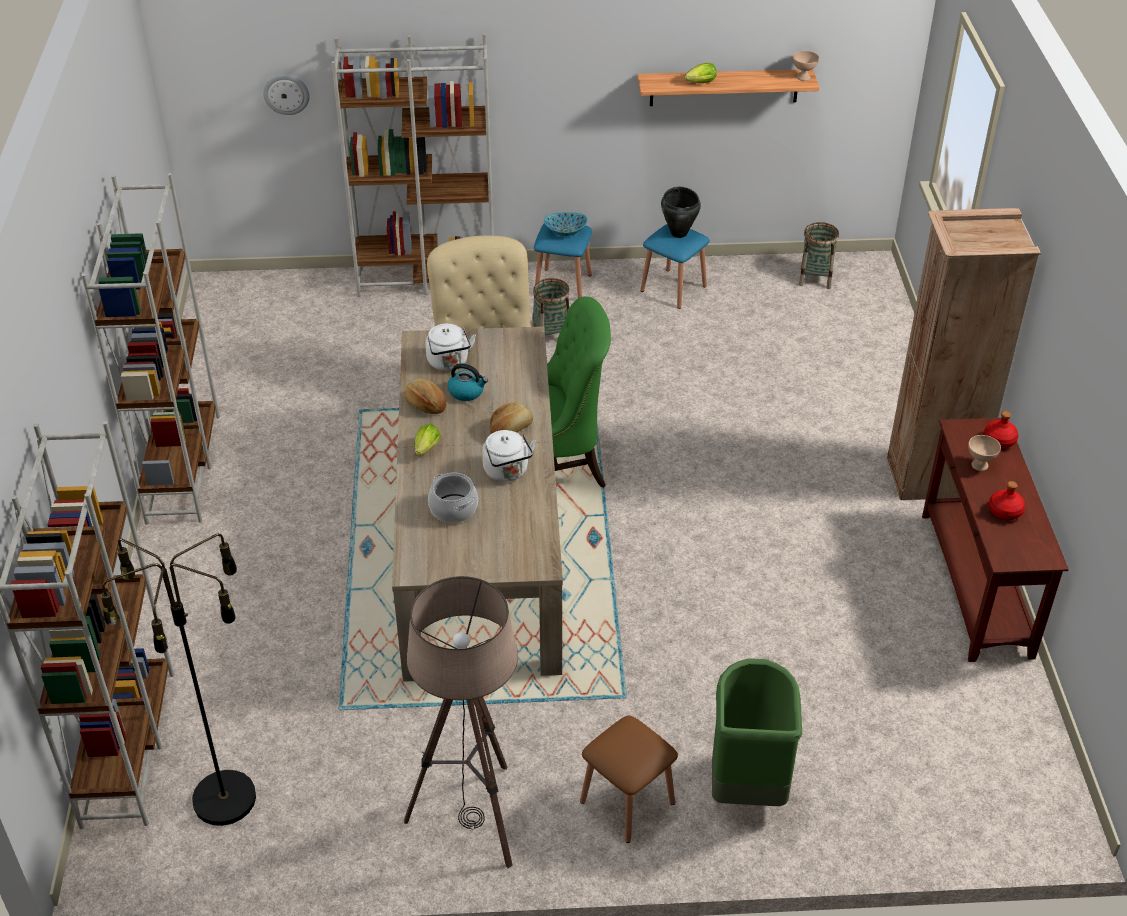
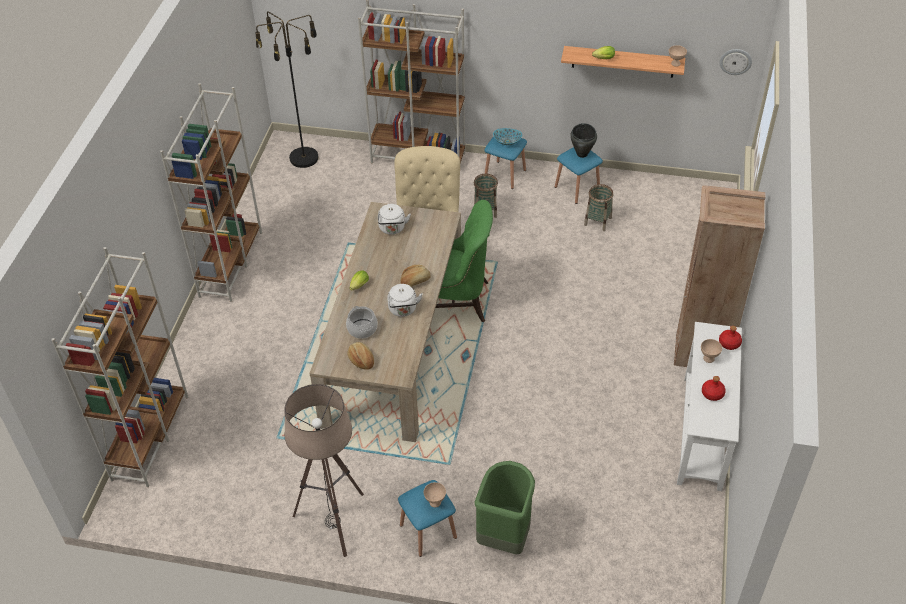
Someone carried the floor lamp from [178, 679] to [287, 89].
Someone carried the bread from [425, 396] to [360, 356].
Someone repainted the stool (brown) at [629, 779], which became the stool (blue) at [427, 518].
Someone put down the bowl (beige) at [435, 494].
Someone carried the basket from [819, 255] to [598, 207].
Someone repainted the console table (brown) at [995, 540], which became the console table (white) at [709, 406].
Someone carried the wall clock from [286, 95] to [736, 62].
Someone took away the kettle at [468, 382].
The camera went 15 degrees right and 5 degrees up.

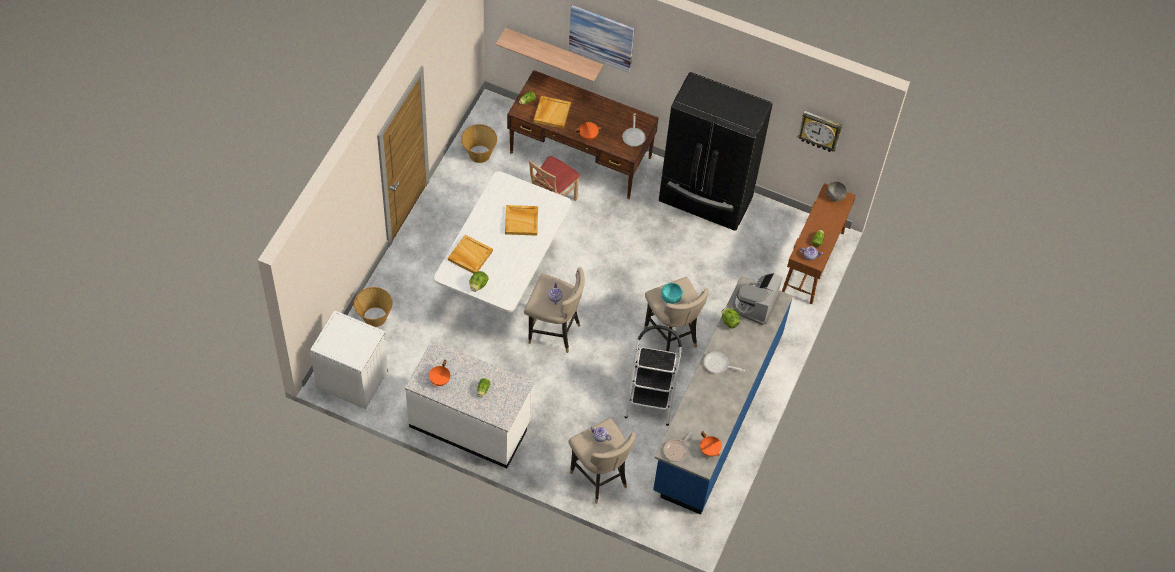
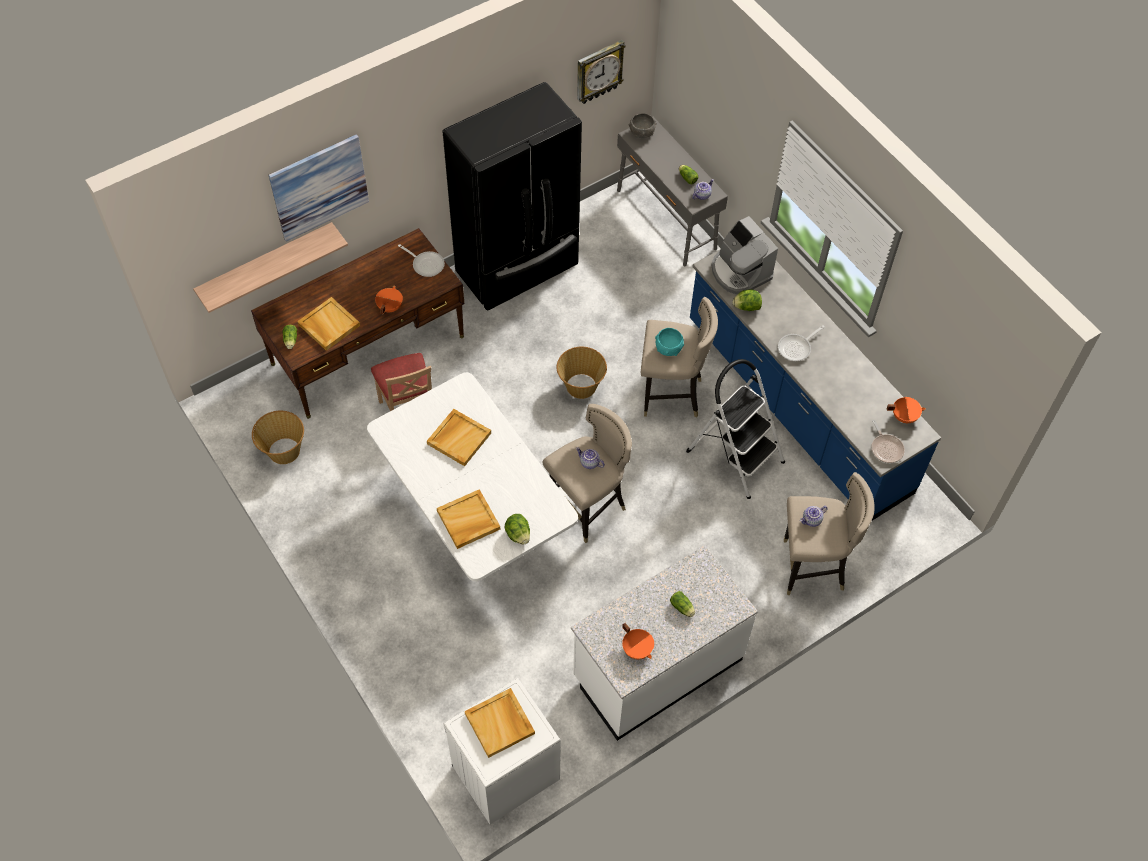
Someone put down the tray (beige) at [500, 723].
Someone carried the basket from [373, 307] to [582, 373].
Someone repainted the console table (brown) at [819, 243], which became the console table (grey) at [672, 191].
The camera went 55 degrees left and 0 degrees up.

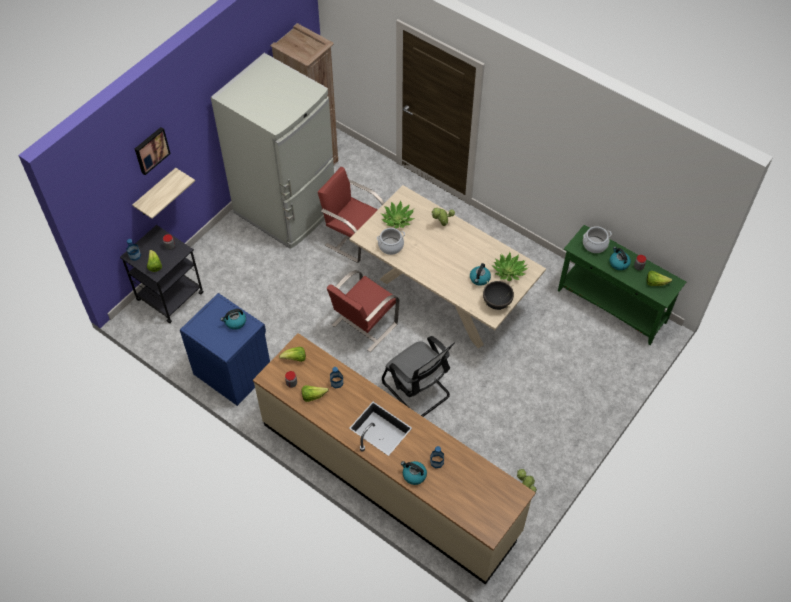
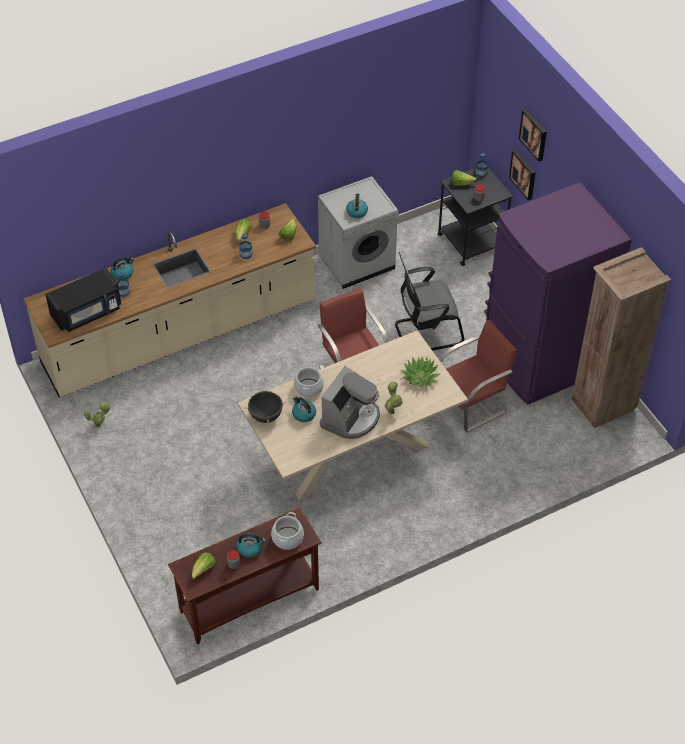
Someone put down the microwave (black) at [83, 300].
Someone repainted the console table (green) at [622, 285], which became the console table (brown) at [245, 576].
Someone carried the cooking pot from [391, 241] to [309, 381].
Someone repainted the washing machine (blue) at [225, 349], which became the washing machine (white) at [358, 232].
Someone put down the coffee machine at [350, 402].
Someone carried the chair from [418, 376] to [429, 301].
Someone repainted the fridge (white) at [272, 151], which became the fridge (purple) at [558, 293].
Someone swapped the shelf at [163, 193] for the picture at [522, 175].
Someone took away the potted plant at [510, 266].
The camera went 115 degrees right and 5 degrees down.

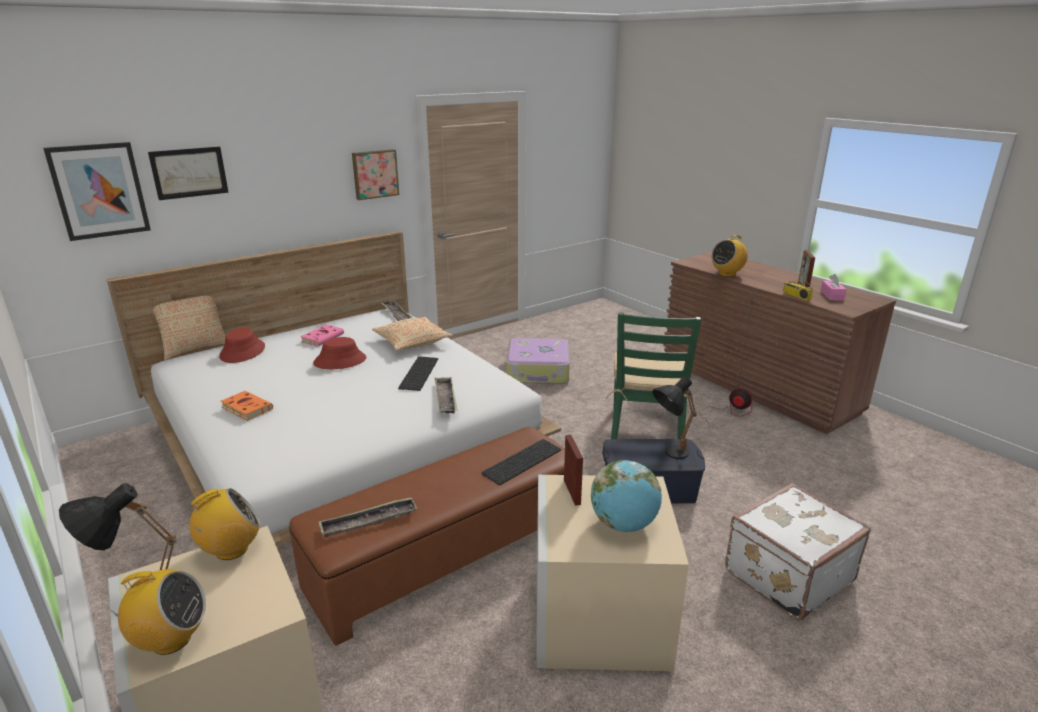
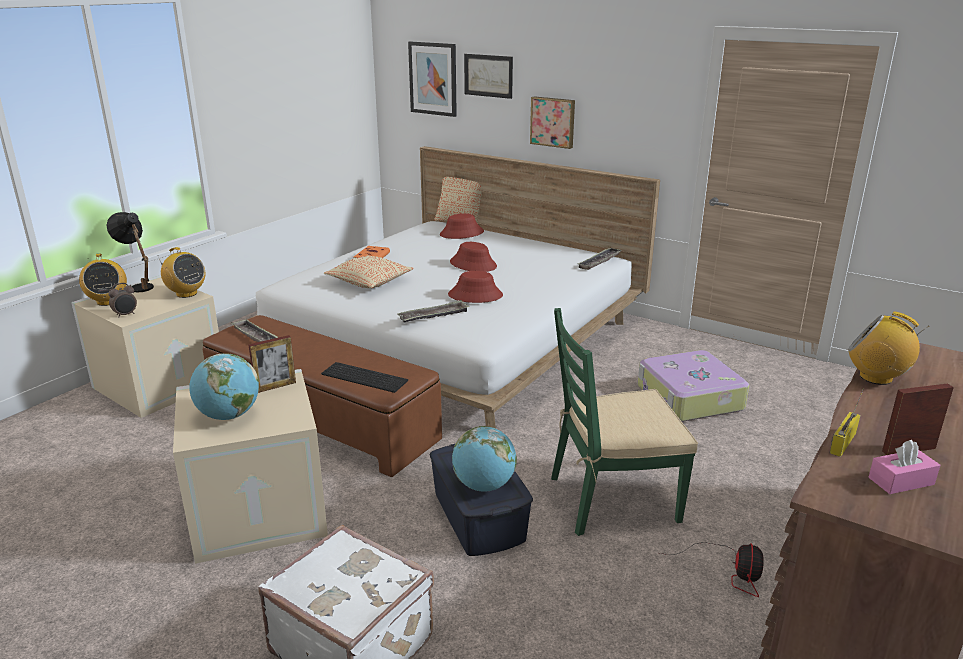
Someone put down the alarm clock at [122, 300].
Someone carried the pillow (beige) from [412, 333] to [369, 271].
Someone swapped the keyboard at [418, 373] for the hat (red) at [475, 287].
Someone swapped the table lamp (black) at [674, 417] for the globe at [484, 459].
Someone carried the picture from [375, 174] to [552, 122].
Someone took away the book (pink) at [322, 335].
The camera went 70 degrees right and 0 degrees up.

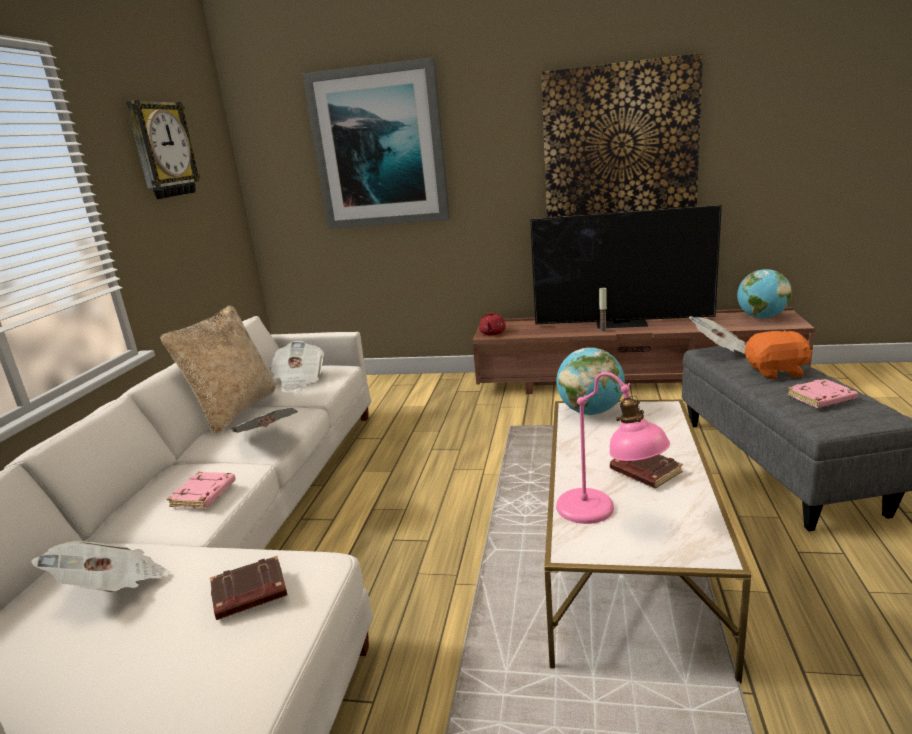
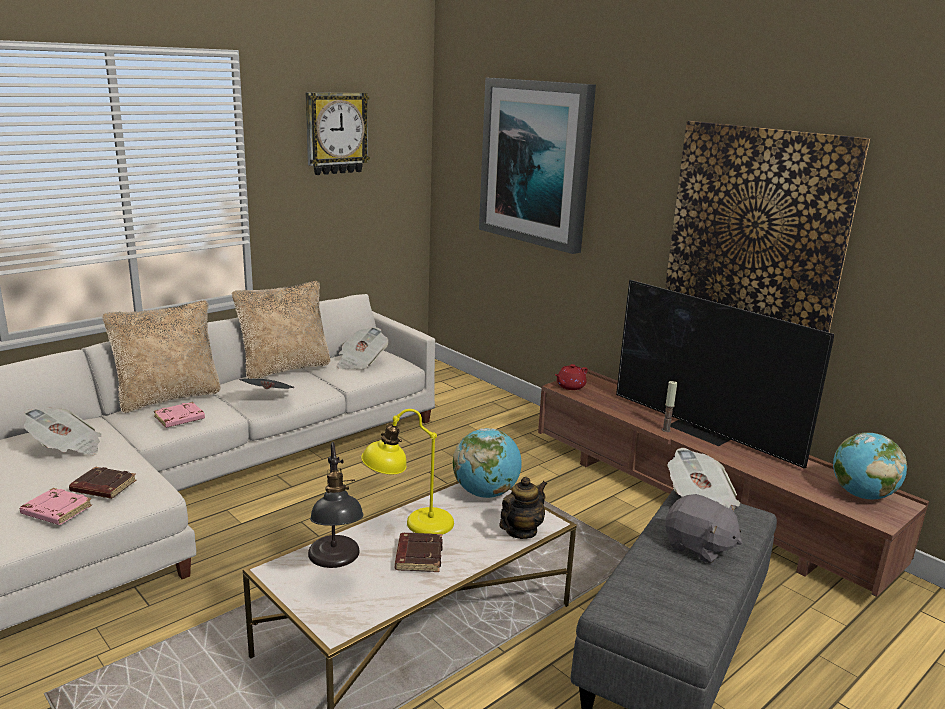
Someone carried the book (pink) from [822, 393] to [56, 506].
Someone put down the pillow (beige) at [161, 356].
Someone repainted the table lamp (pink) at [613, 448], which became the table lamp (grey) at [336, 505].
Someone put down the table lamp (yellow) at [407, 472].
Someone put down the teapot at [523, 508].
Someone repainted the plush toy (orange) at [778, 354], which became the plush toy (grey) at [703, 528].
The camera went 35 degrees right and 0 degrees up.

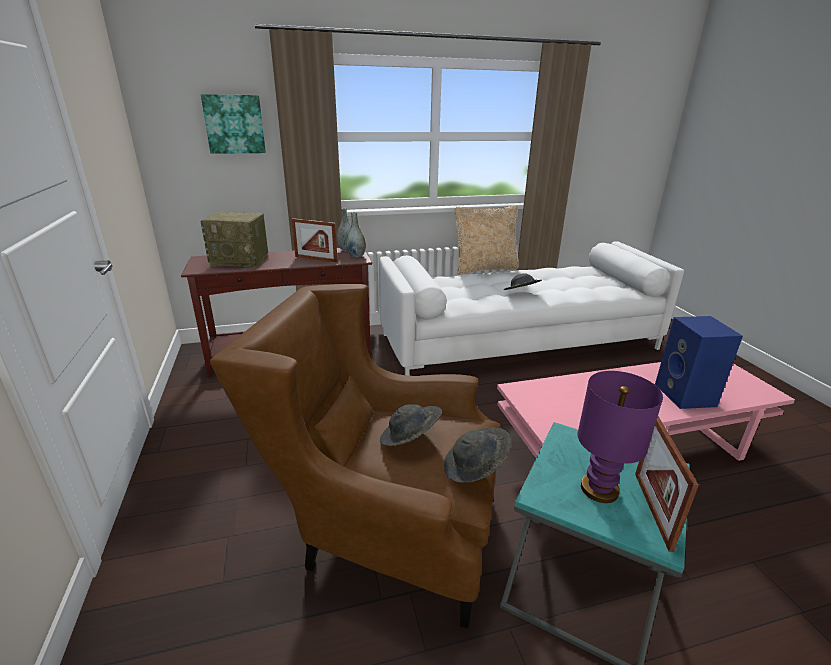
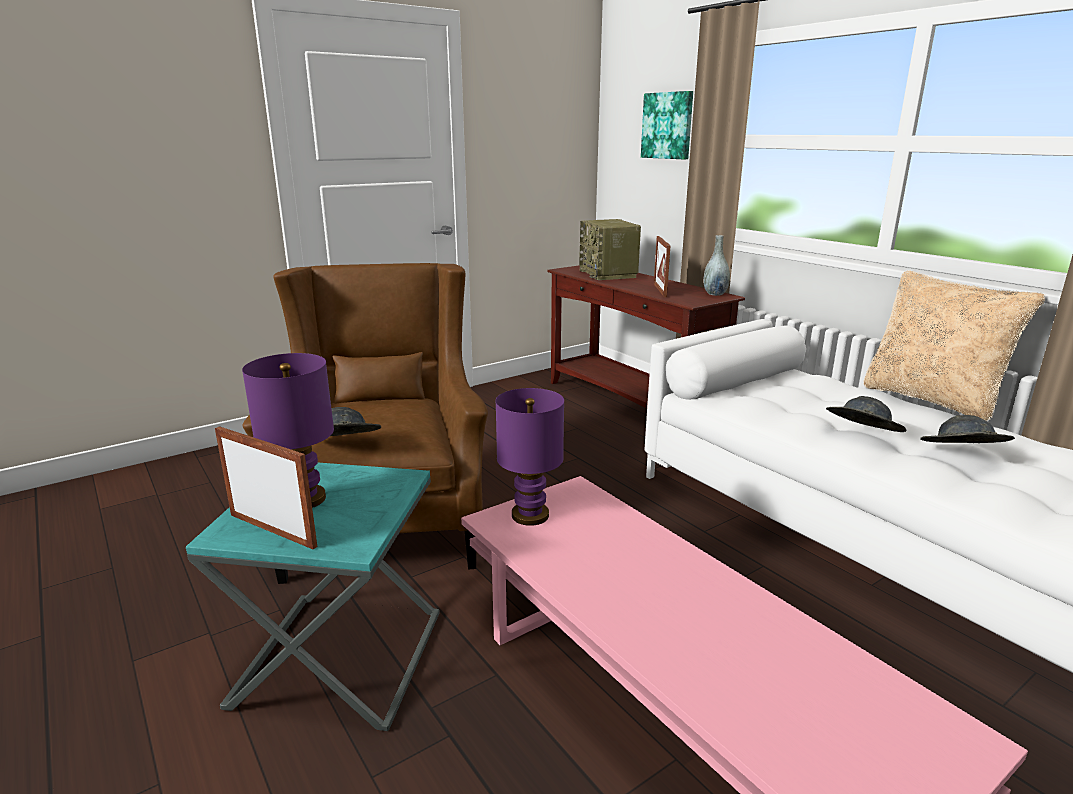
Someone rotated the picture frame at [667, 484] by 45 degrees clockwise.
Someone put down the table lamp (purple) at [530, 457].
Someone carried the hat (grey) from [411, 425] to [967, 429].
Someone took away the vase (grey) at [356, 235].
Someone took away the speaker (blue) at [699, 362].
The camera went 70 degrees right and 5 degrees down.

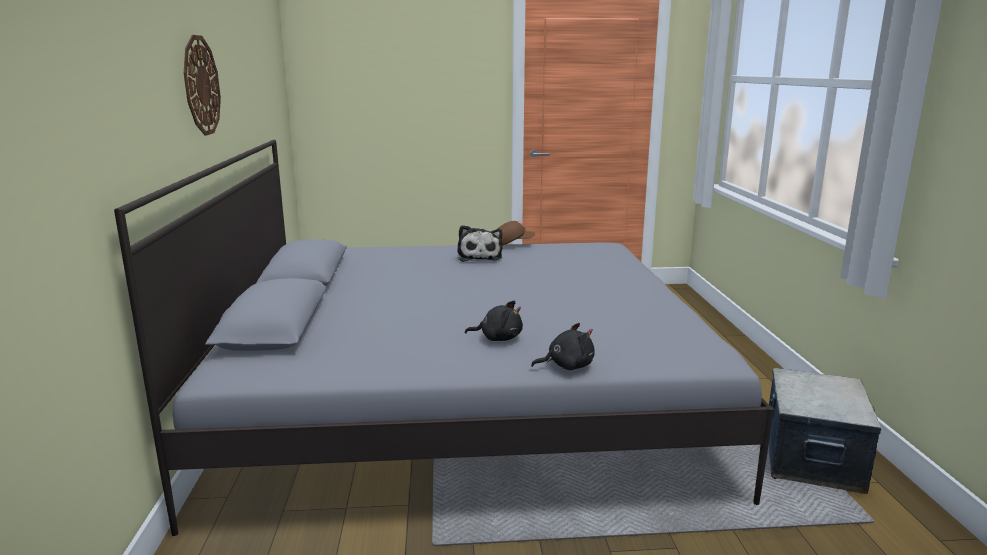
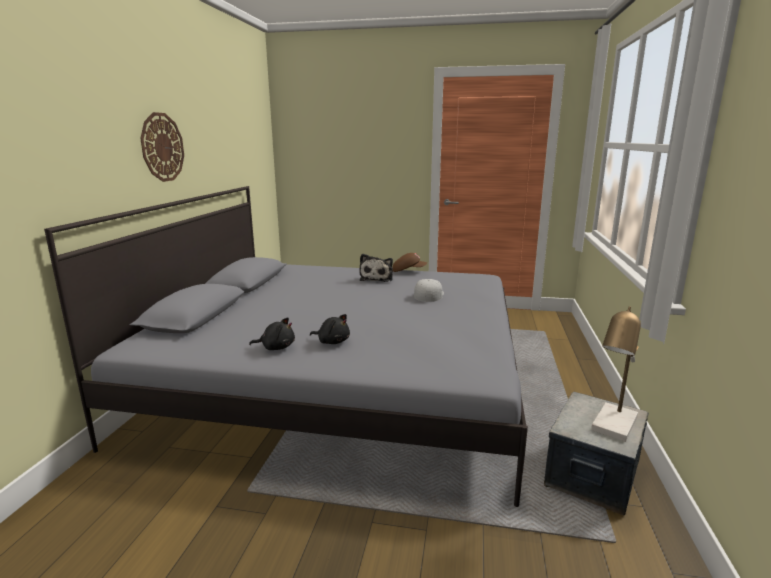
Someone carried the plush toy (black) from [563, 346] to [272, 333].
Someone put down the cap (white) at [429, 290].
Someone put down the table lamp at [616, 374].
The camera went 15 degrees right and 0 degrees up.

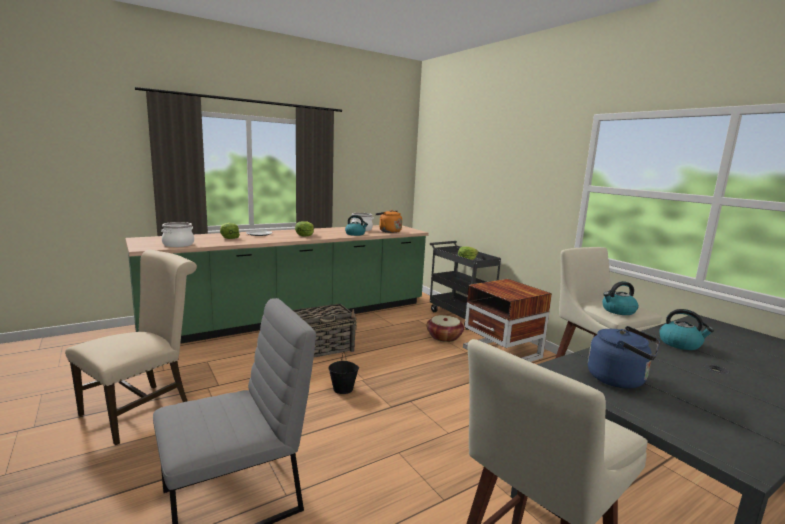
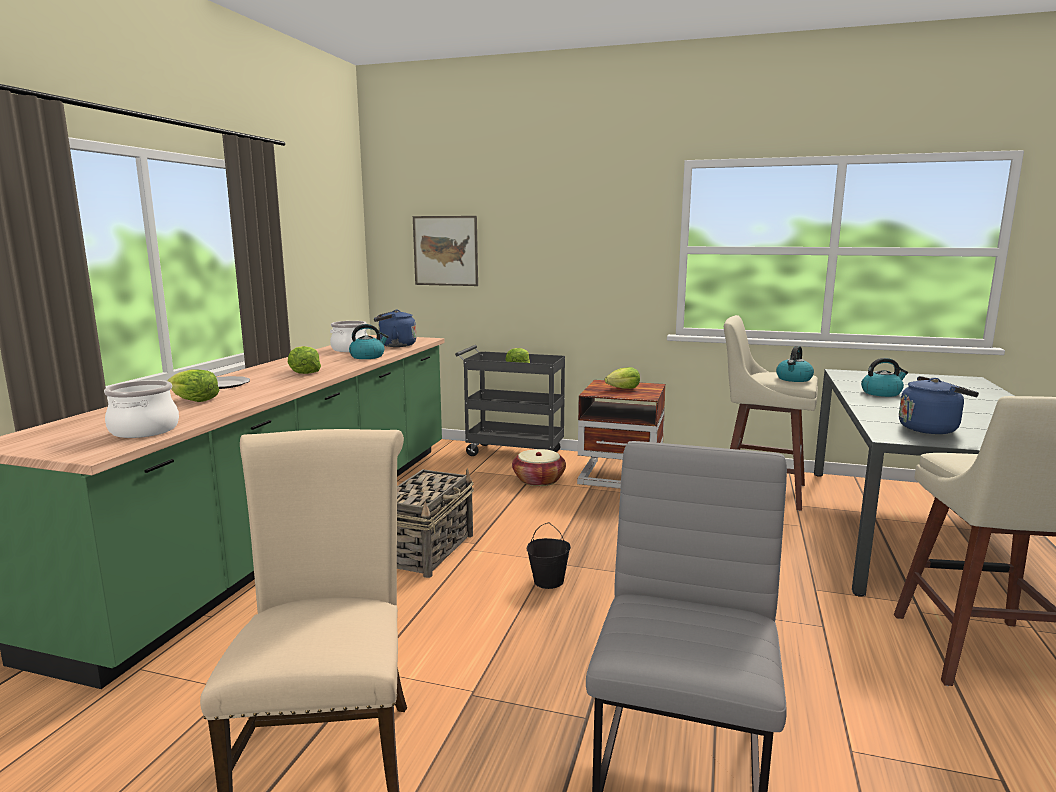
Someone repainted the kettle (orange) at [388, 221], which became the kettle (blue) at [395, 328].
Someone put up the picture at [445, 251].
Someone put down the lettuce at [622, 378].
The camera went 40 degrees left and 0 degrees up.

